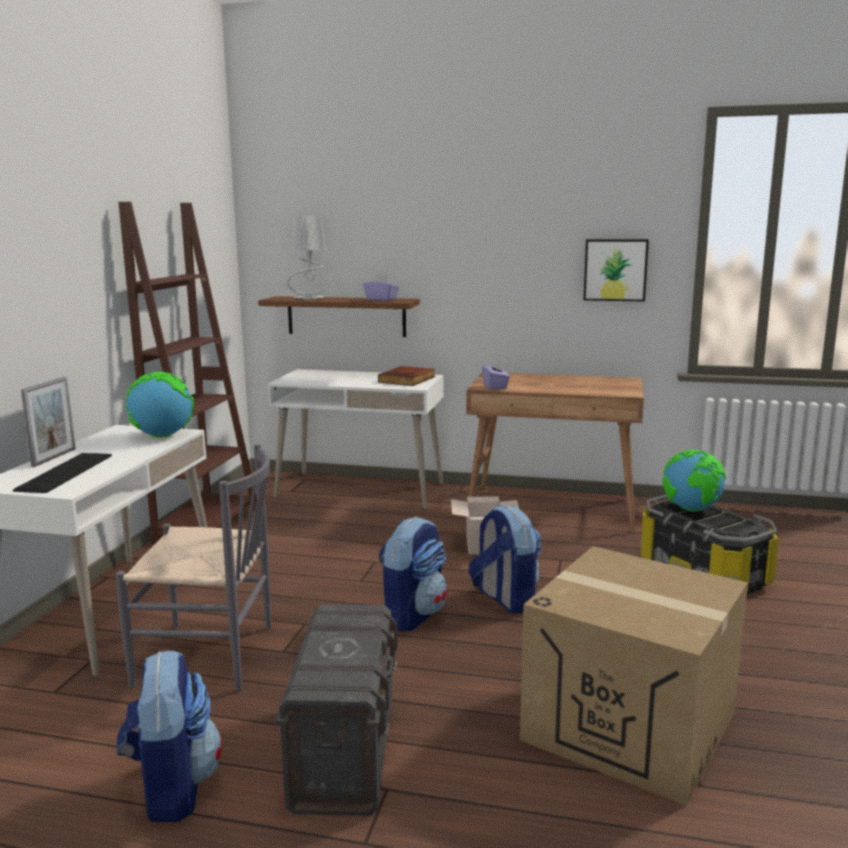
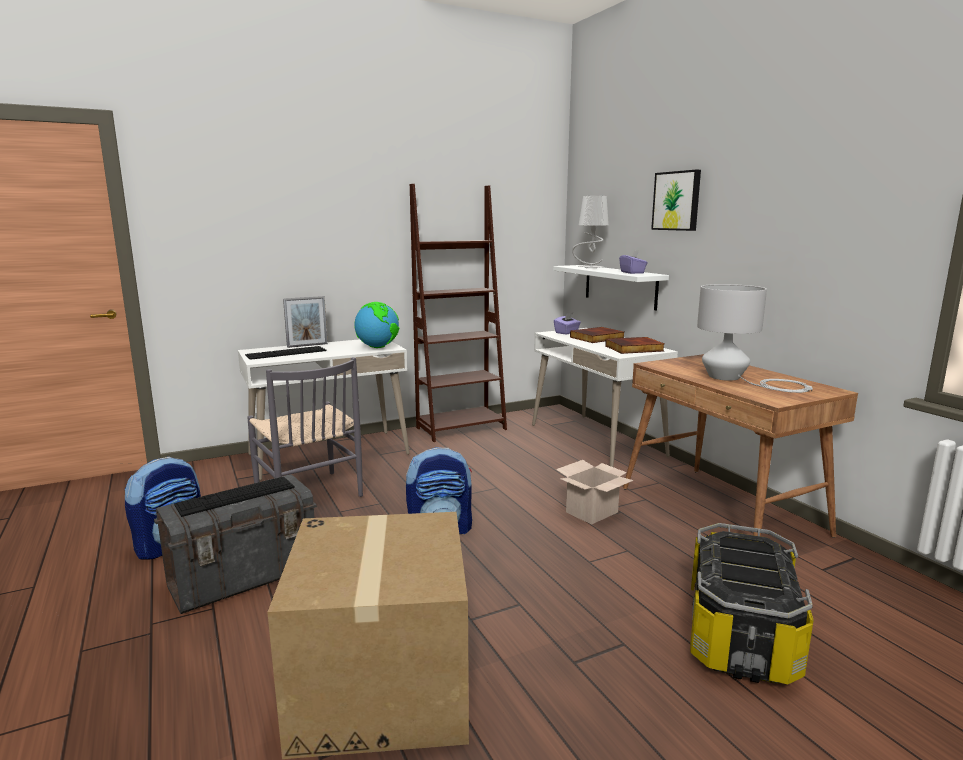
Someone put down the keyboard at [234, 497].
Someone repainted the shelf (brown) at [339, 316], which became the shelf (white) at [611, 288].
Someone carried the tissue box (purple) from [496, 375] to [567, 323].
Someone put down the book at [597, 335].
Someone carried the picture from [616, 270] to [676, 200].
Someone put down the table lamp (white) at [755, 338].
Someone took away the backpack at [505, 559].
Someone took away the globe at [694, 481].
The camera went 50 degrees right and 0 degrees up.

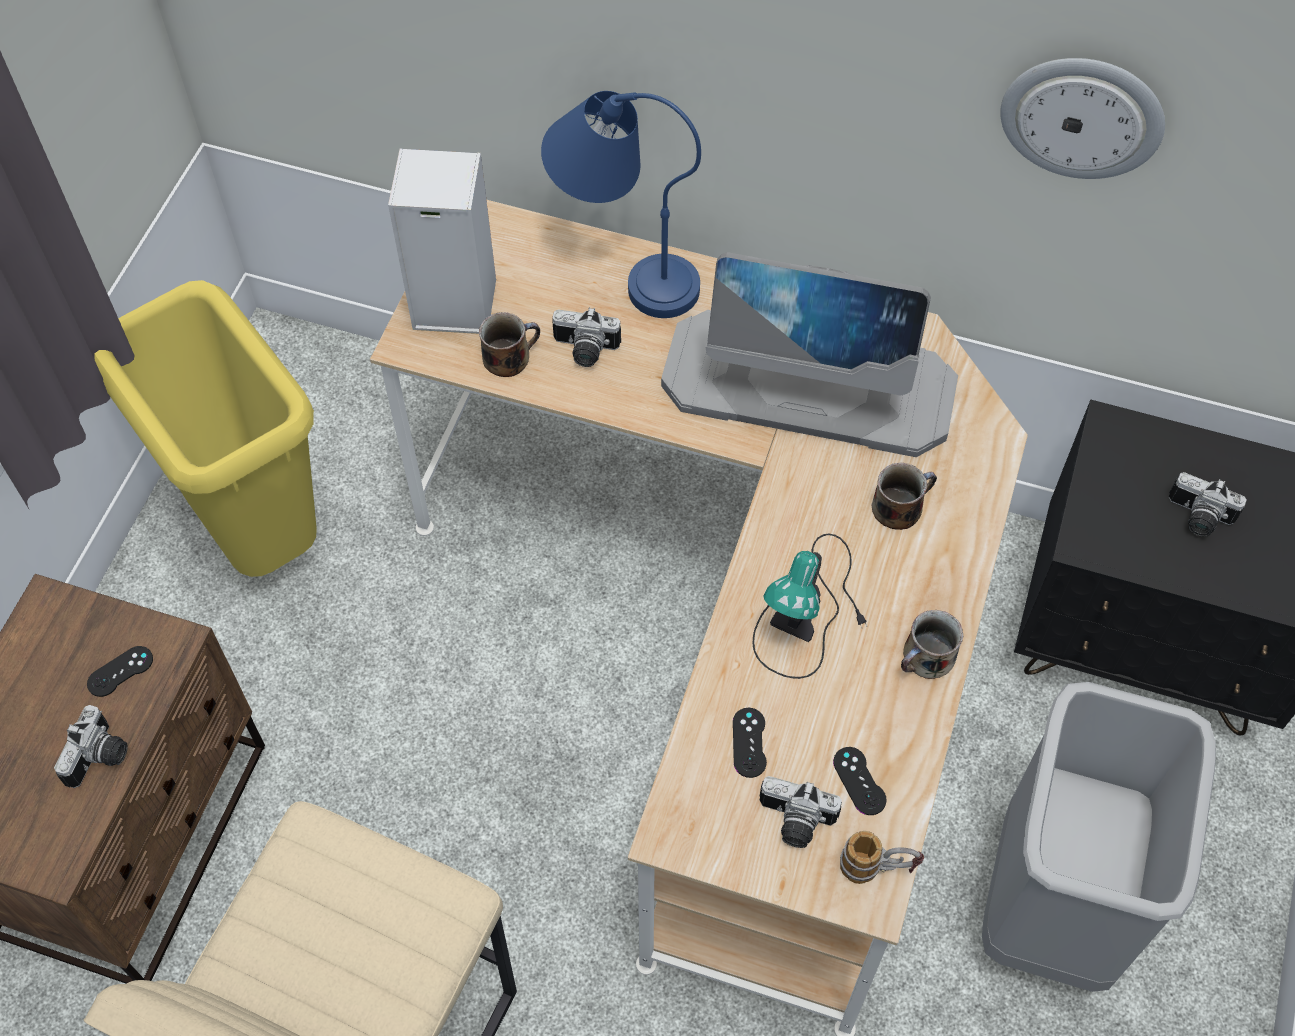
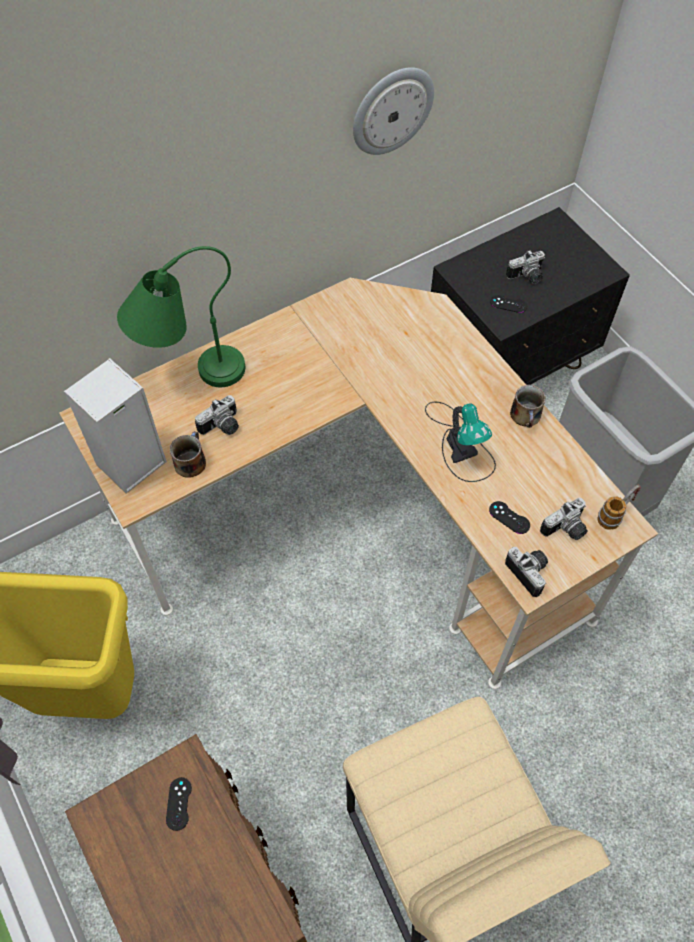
Someone repainted the table lamp (blue) at [621, 204], which became the table lamp (green) at [181, 316].
Someone carried the game controller (black) from [859, 781] to [508, 304].
Someone carried the photo camera from [91, 746] to [526, 572].
Someone took away the monitor at [809, 354].
Someone took away the mug at [904, 496].
The camera went 50 degrees left and 0 degrees up.

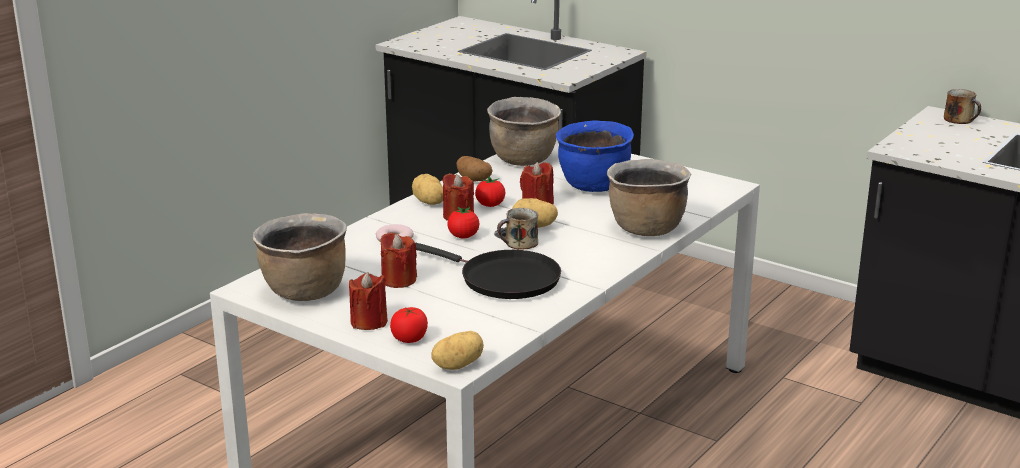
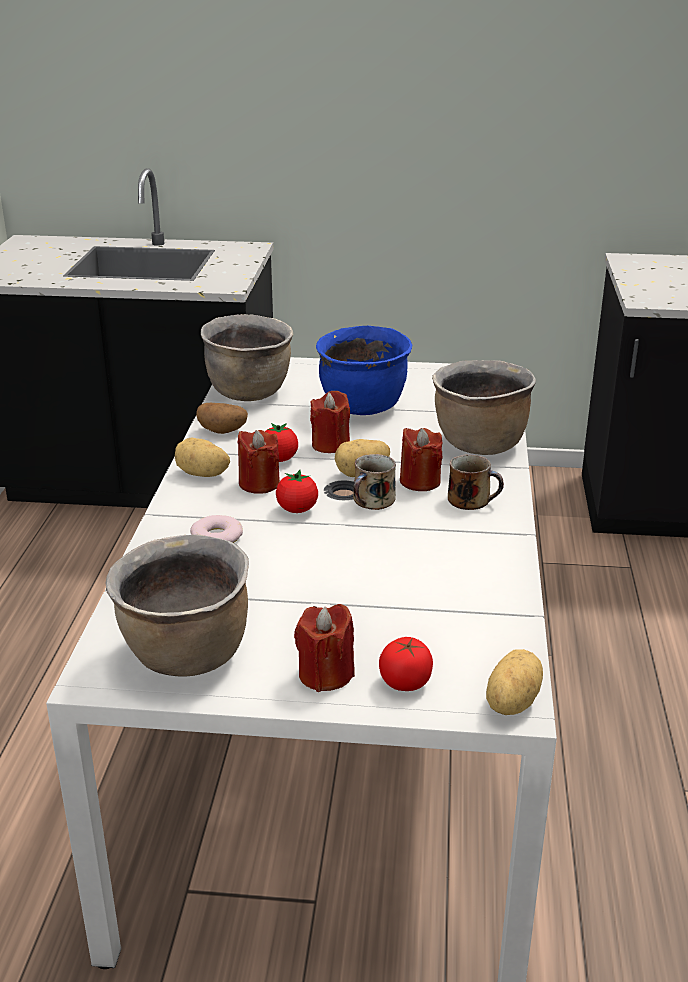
Someone carried the candle (red) from [399, 260] to [421, 459].
Someone carried the mug from [962, 106] to [476, 482].
Someone took away the frying pan (black) at [488, 271].
The camera went 30 degrees left and 5 degrees up.

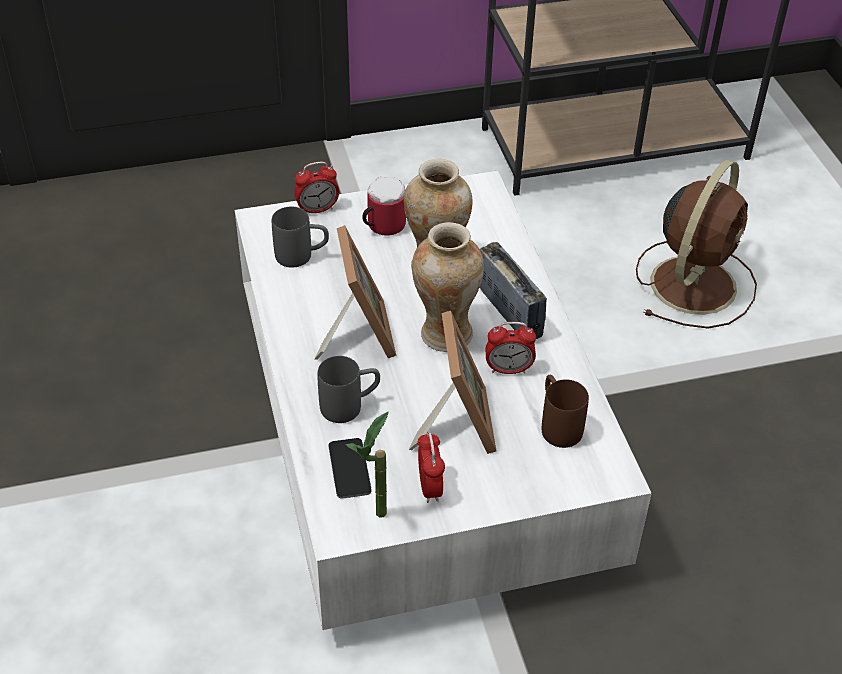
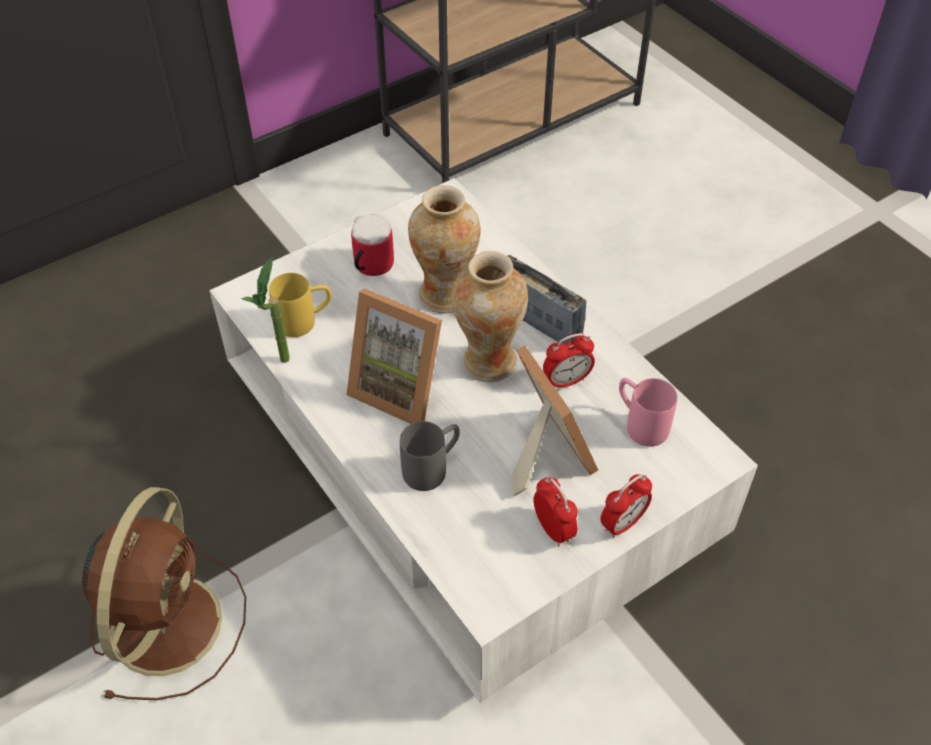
Someone carried the fan (brown) from [696, 244] to [164, 593].
Someone carried the potted plant from [367, 465] to [265, 310].
Someone repainted the mug (grey) at [300, 237], which became the mug (yellow) at [300, 305].
Someone rotated the picture frame at [355, 292] by 150 degrees clockwise.
Someone carried the alarm clock from [316, 187] to [626, 506].
Someone repainted the mug (brown) at [565, 411], which became the mug (pink) at [648, 412].
Someone took away the phone at [350, 468].
The camera went 20 degrees left and 5 degrees up.

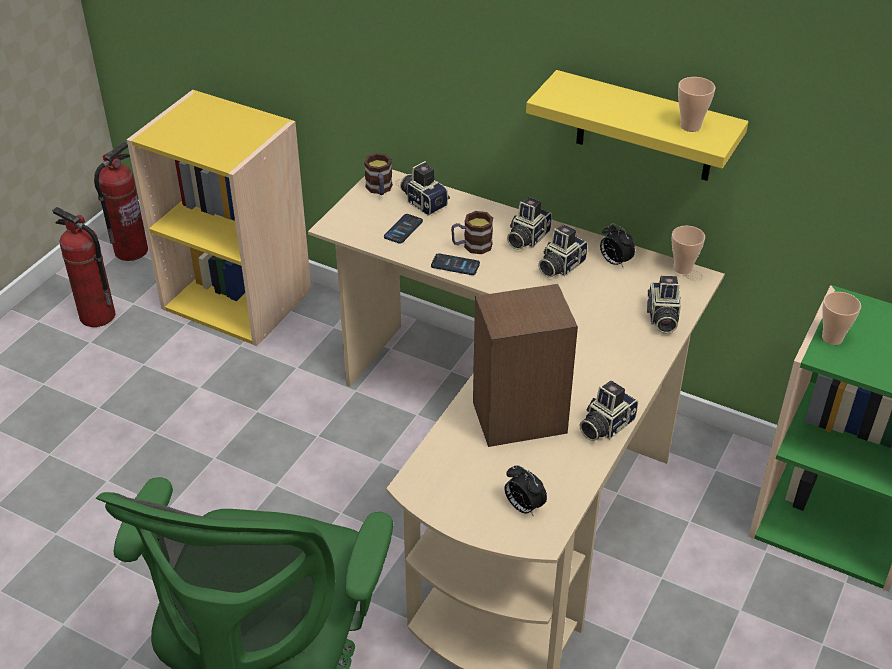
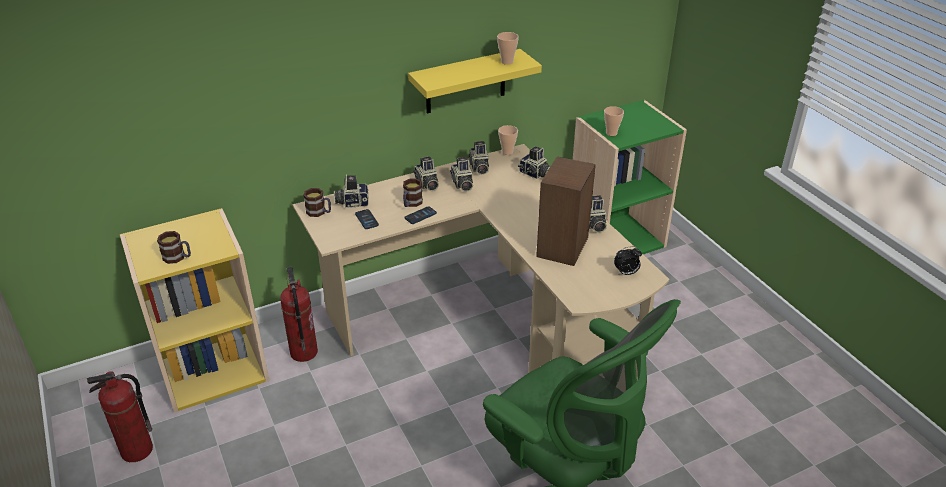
Someone put down the mug at [174, 247].
Someone carried the fire extinguisher from [121, 201] to [299, 314].
Someone swapped the alarm clock at [617, 245] for the photo camera at [478, 158].
The camera went 55 degrees left and 5 degrees down.

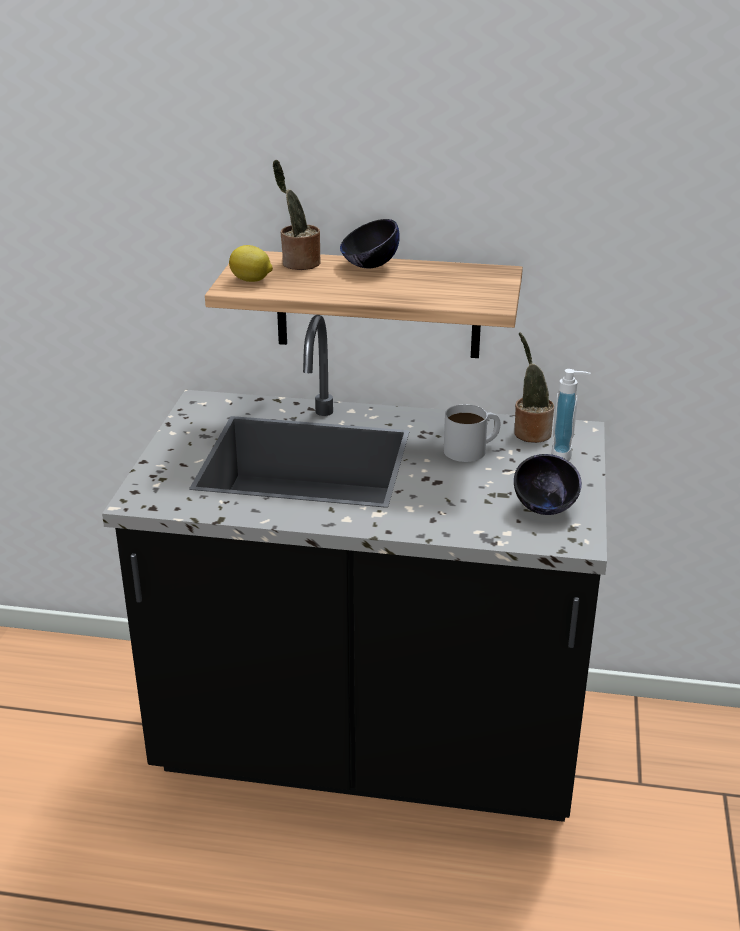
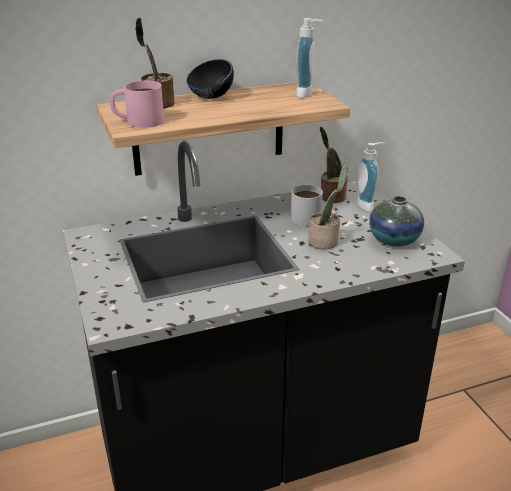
Someone swapped the lemon at [251, 263] for the mug (pink) at [137, 104].
Someone put down the soap dispenser at [309, 58].
Someone put down the potted plant at [328, 206].
Someone swapped the bowl (black) at [548, 484] for the vase at [396, 221].
The camera went 30 degrees left and 0 degrees up.

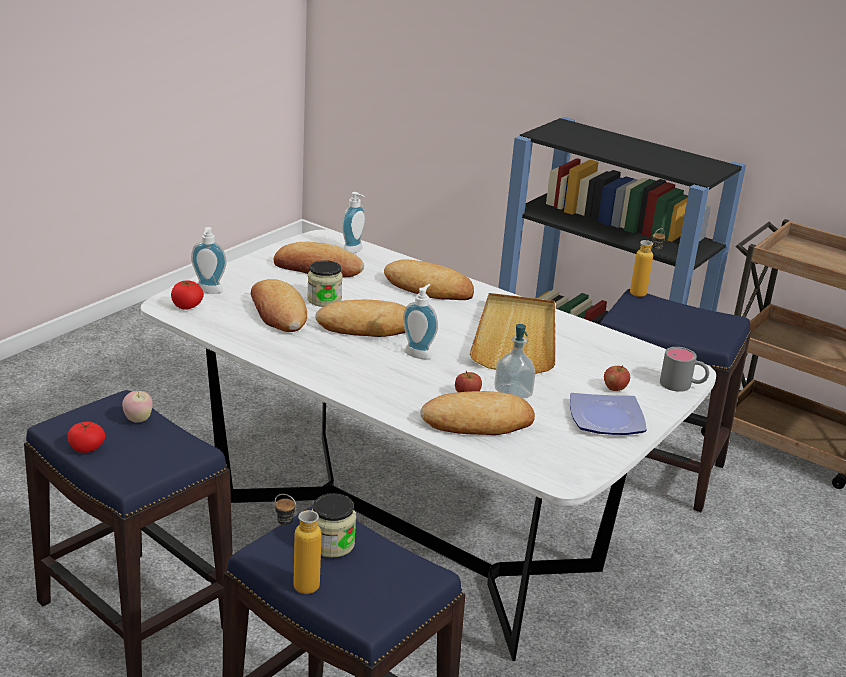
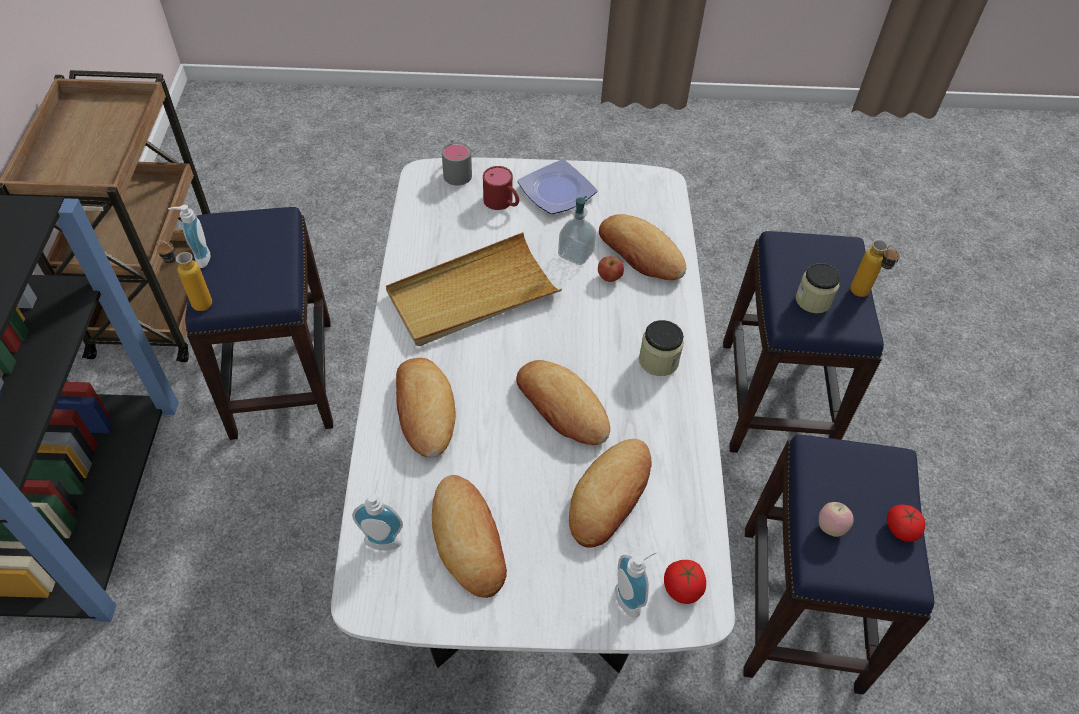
Someone carried the soap dispenser from [420, 322] to [189, 236].
Someone swapped the apple at [617, 378] for the mug (red) at [501, 188].
Someone carried the jar from [325, 283] to [661, 348].
The camera went 125 degrees left and 25 degrees up.

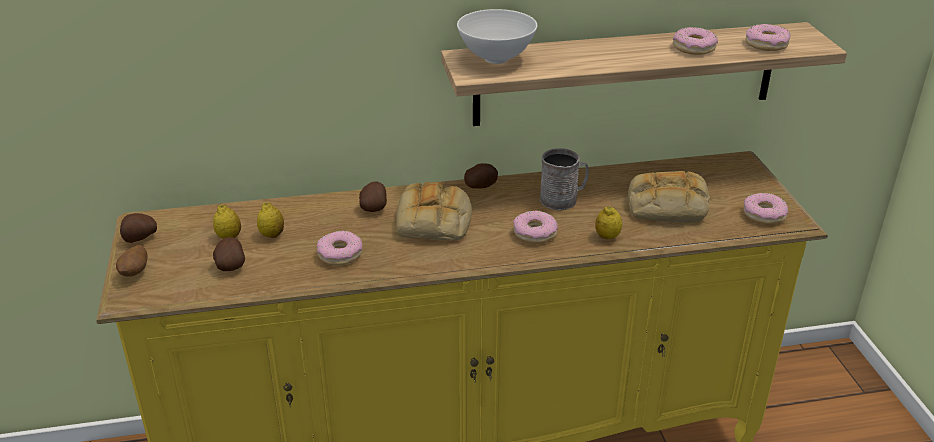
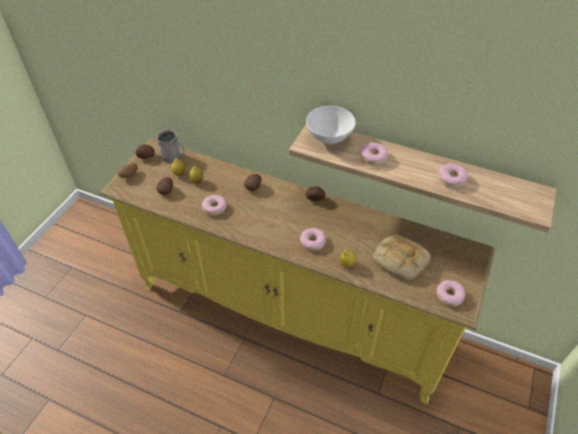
Someone carried the mug (grey) from [564, 179] to [171, 146].
Someone carried the donut from [767, 37] to [374, 153].
Someone took away the bread at [434, 211].
The camera went 35 degrees right and 15 degrees up.

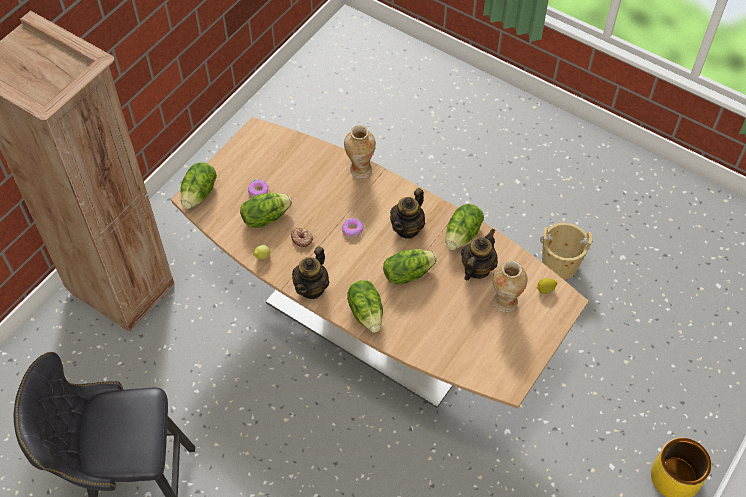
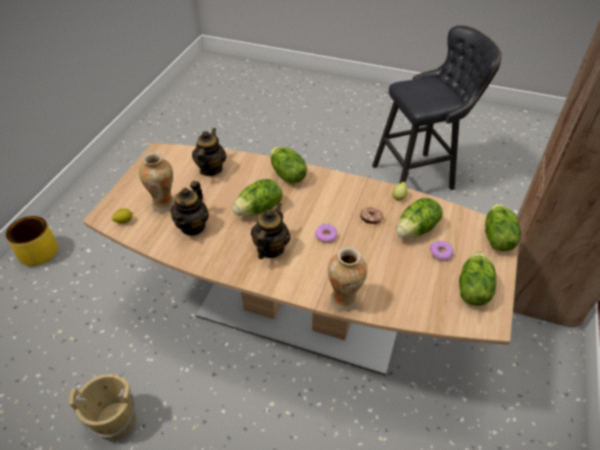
Someone carried the teapot from [310, 272] to [209, 152].
Someone carried the lettuce from [465, 227] to [477, 279].
The camera went 165 degrees right and 10 degrees down.

